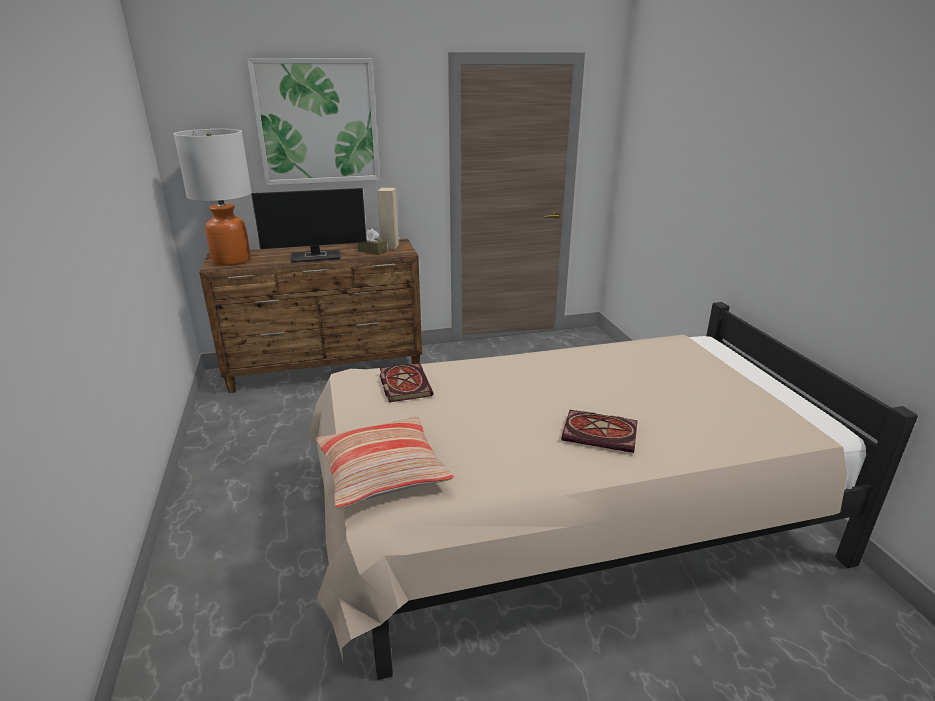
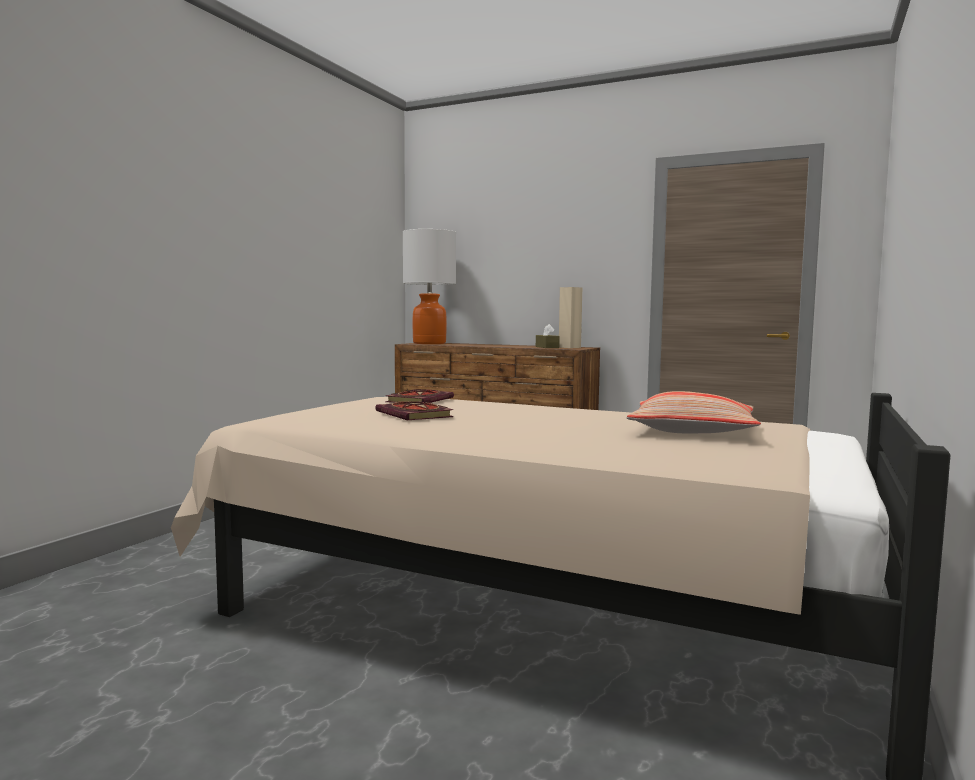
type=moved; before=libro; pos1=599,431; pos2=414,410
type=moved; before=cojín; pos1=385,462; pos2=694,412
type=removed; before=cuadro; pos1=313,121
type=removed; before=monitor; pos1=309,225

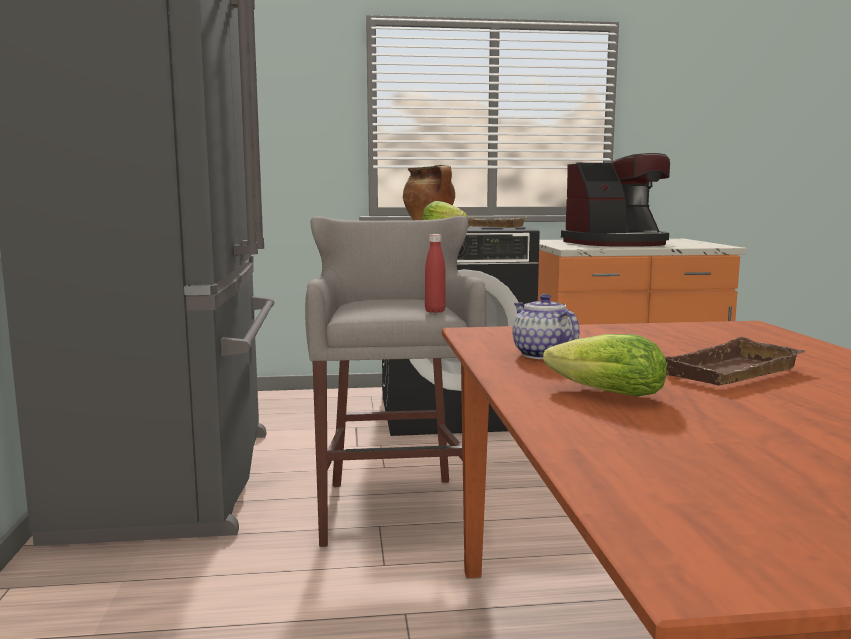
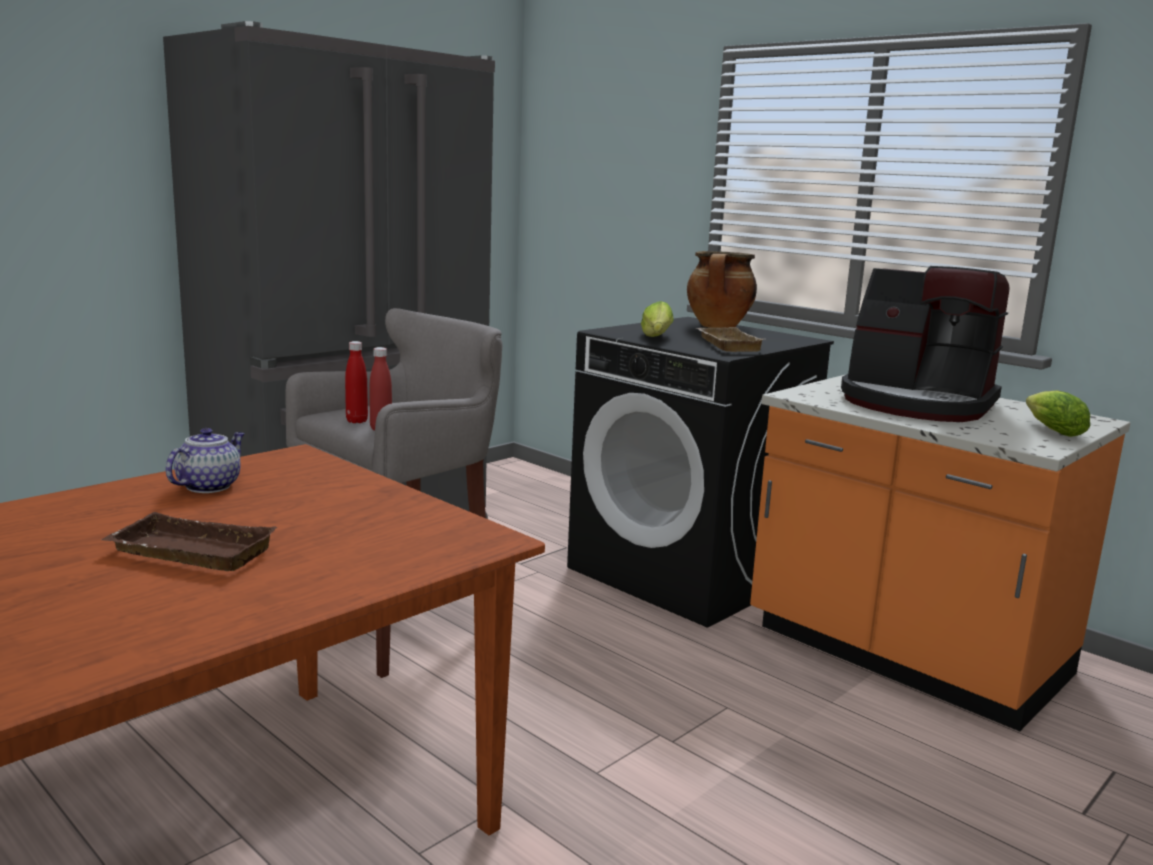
type=added; after=botella [rojo]; pos2=356,382
type=moved; before=lechuga; pos1=605,365; pos2=1058,413

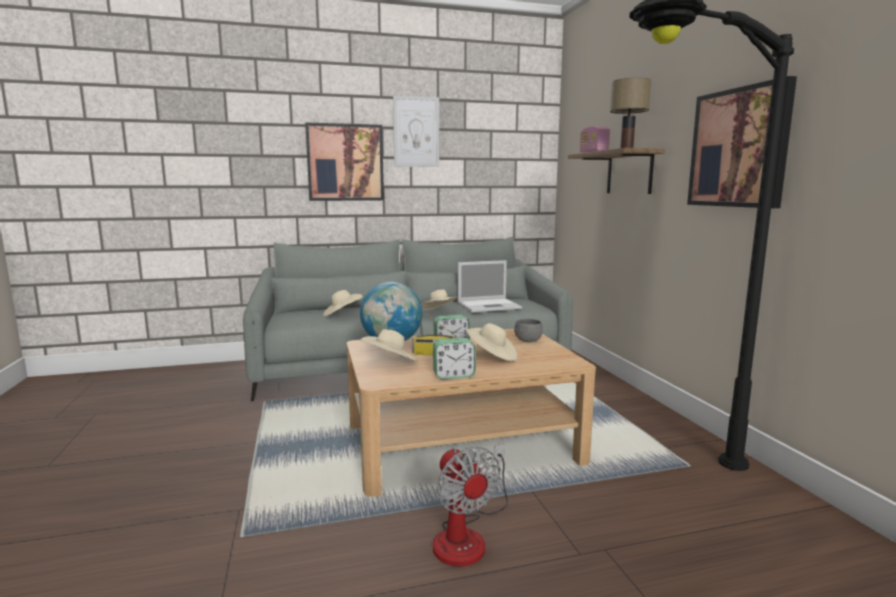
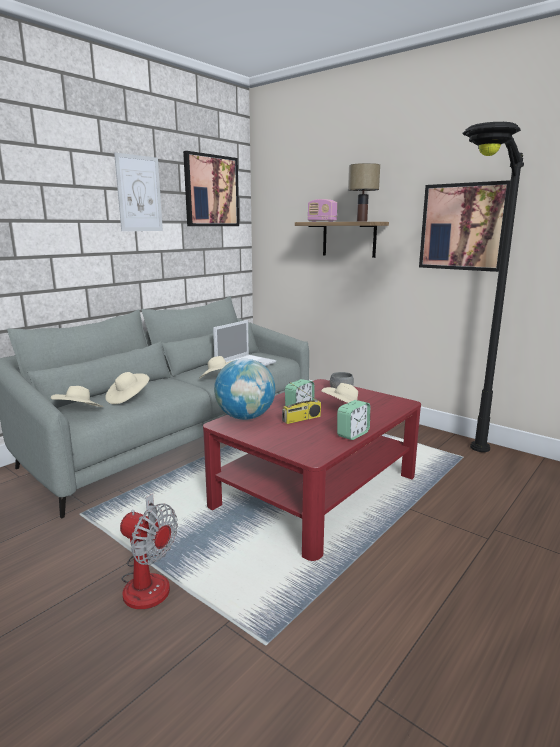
type=moved; before=sombrero [beis]; pos1=389,345; pos2=77,396
type=moved; before=ventilador; pos1=470,505; pos2=149,551
type=moved; before=cuadro; pos1=344,161; pos2=211,188
type=recoloured; before=mesa de centro [beis]; after=mesa de centro [rojo]; pos1=471,413; pos2=312,470

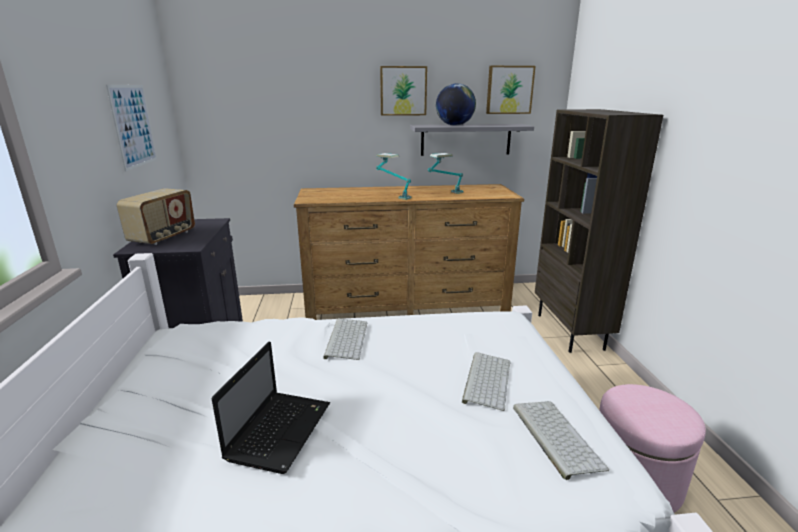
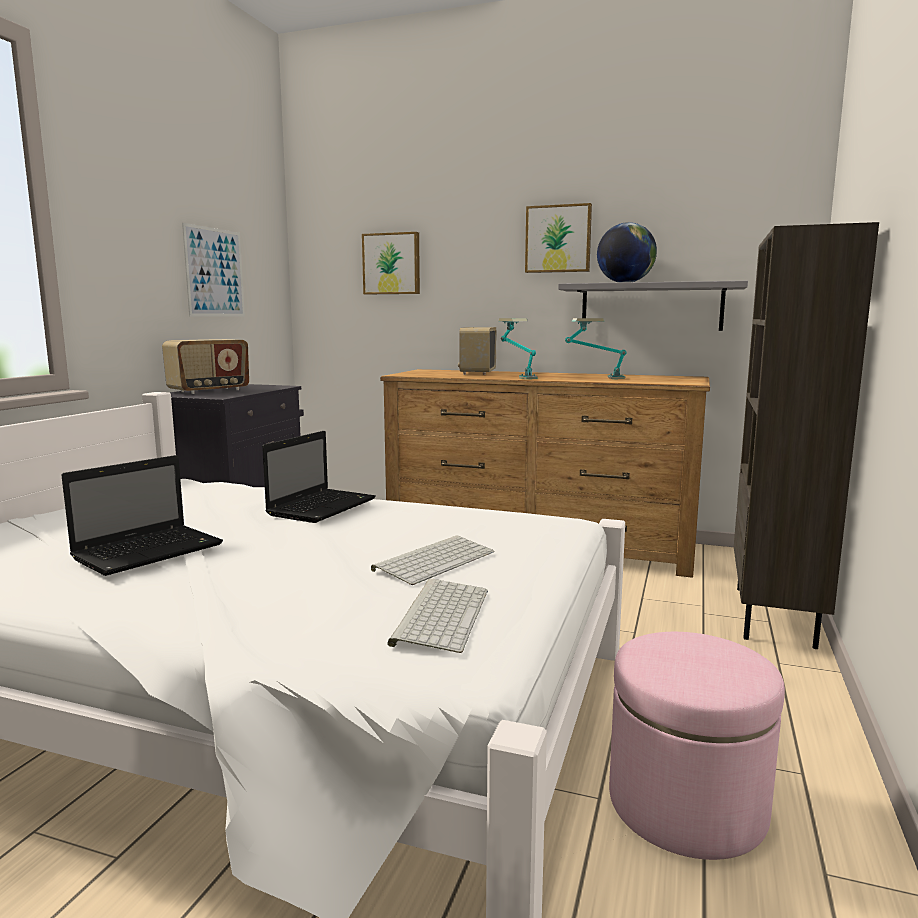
type=replaced; before=teclado; after=portátil; pos1=345,339; pos2=319,477
type=moved; before=cuadro; pos1=511,90; pos2=391,263
type=added; after=radio; pos2=477,351

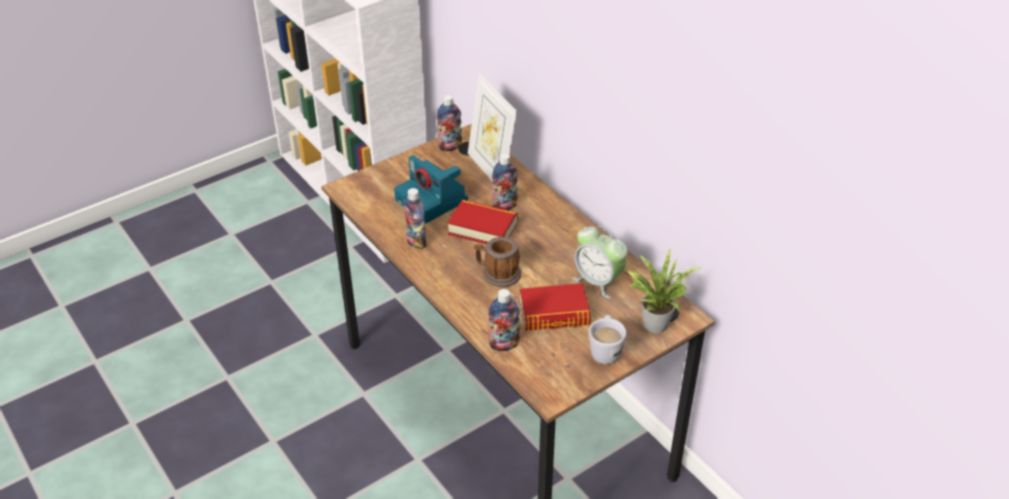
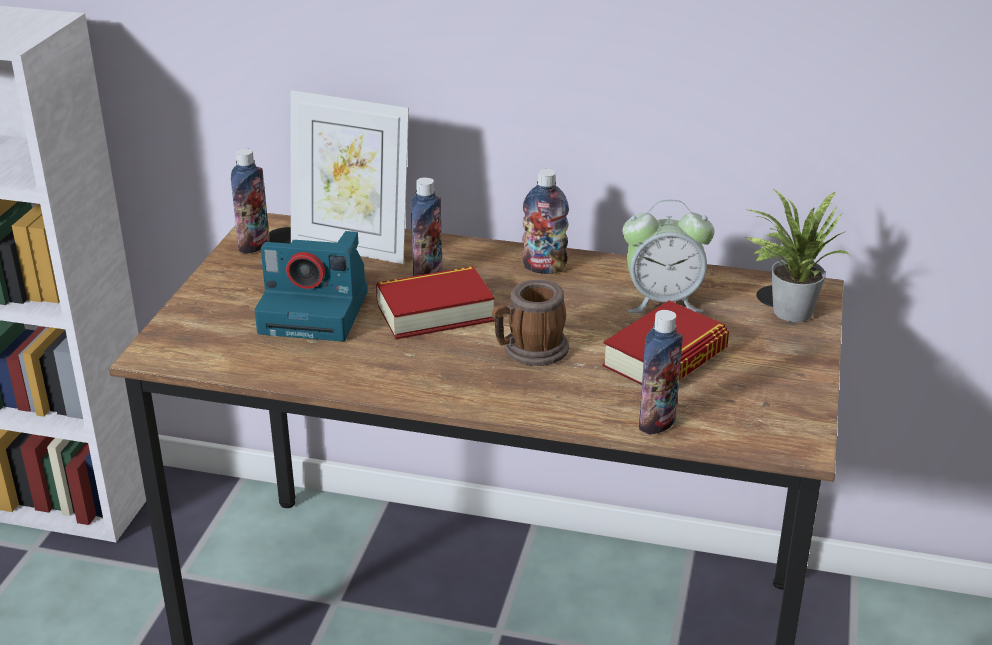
type=moved; before=botella; pos1=415,219; pos2=545,221
type=removed; before=taza grande [blanco]; pos1=608,339

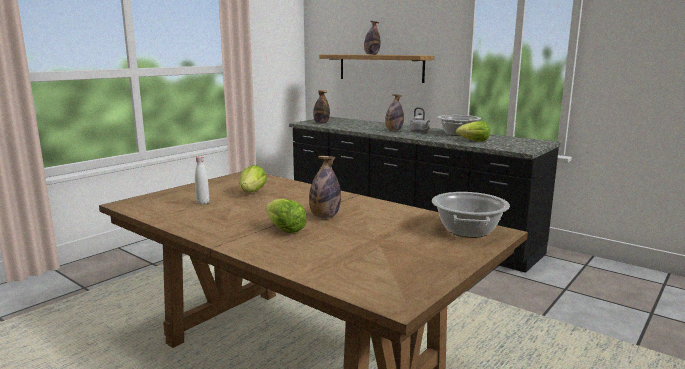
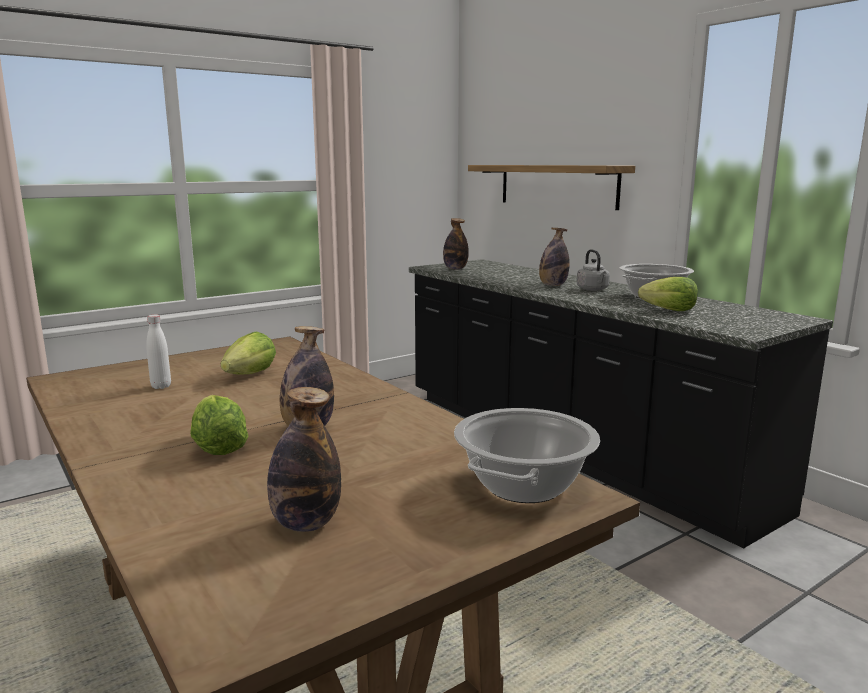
type=moved; before=botella; pos1=372,38; pos2=304,459

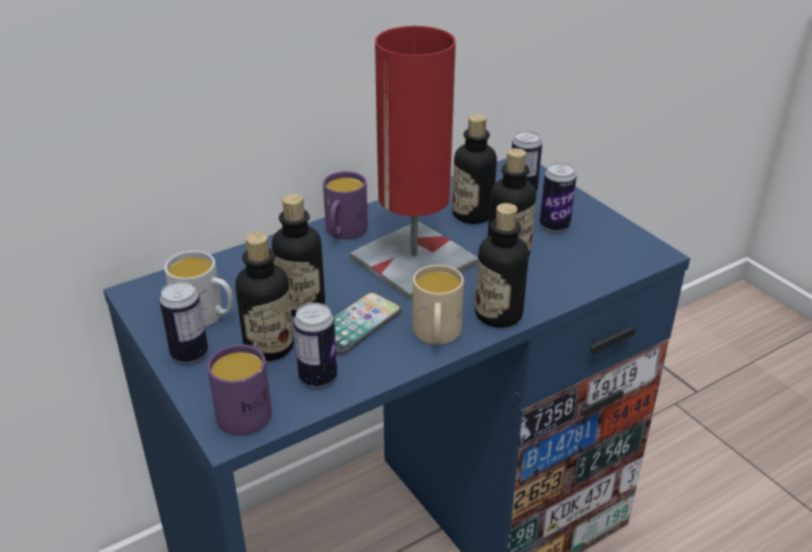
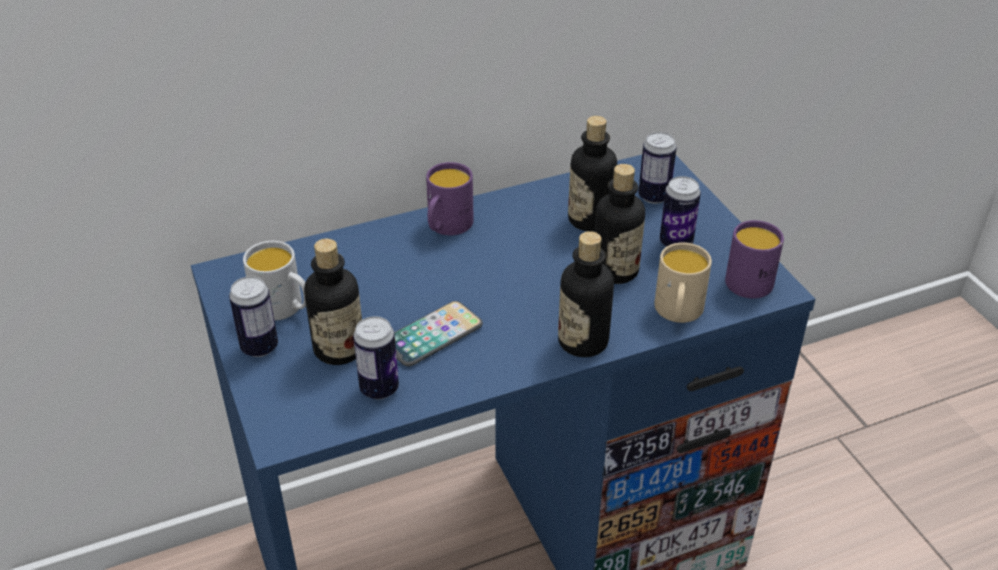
type=moved; before=taza grande [beis]; pos1=438,304; pos2=683,283
type=moved; before=taza grande [morado]; pos1=239,389; pos2=754,259
type=removed; before=botella; pos1=298,255
type=removed; before=lámpara de mesa [rojo]; pos1=414,163

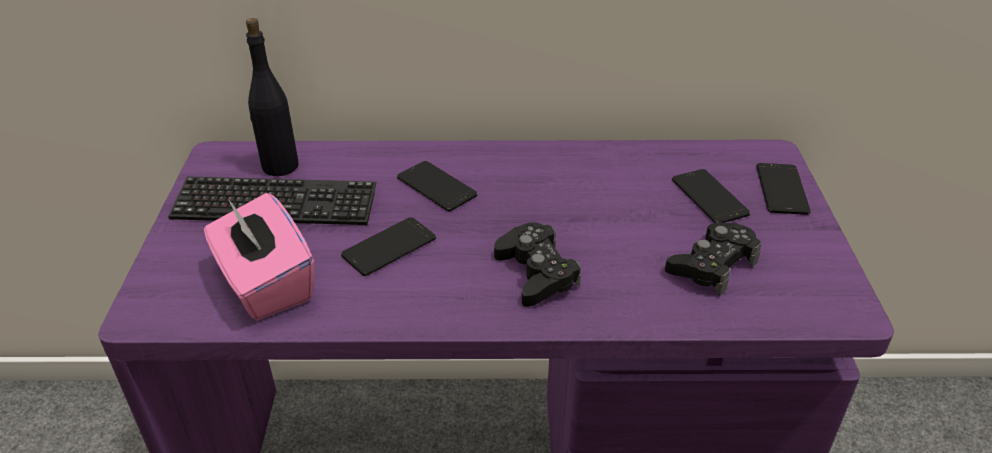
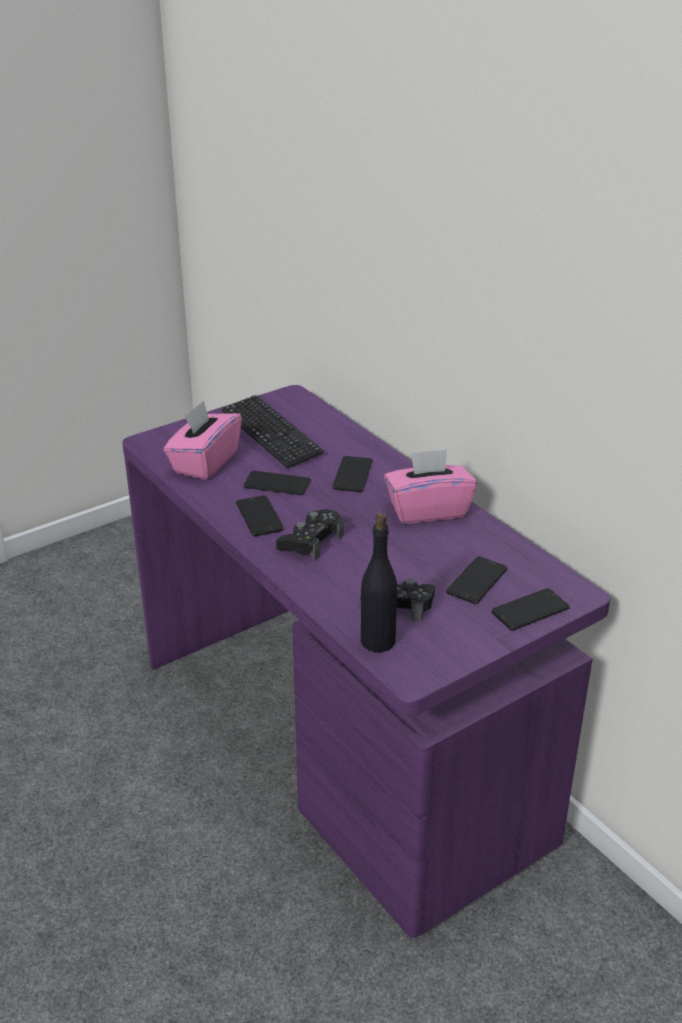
type=added; after=móvil; pos2=260,515
type=moved; before=botella [negro]; pos1=272,97; pos2=379,582
type=added; after=caja de pañuelos [rosa]; pos2=430,486

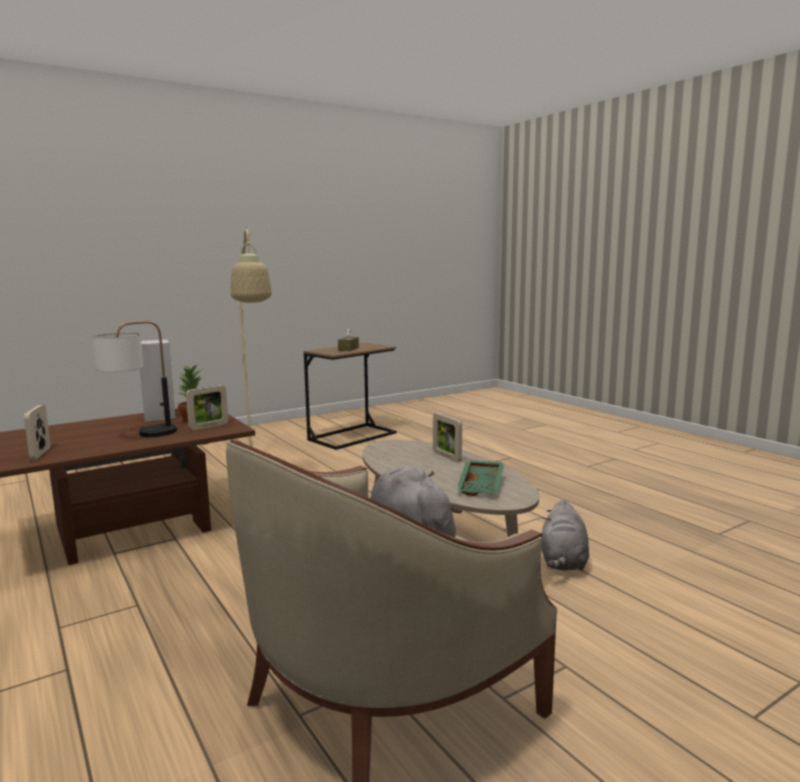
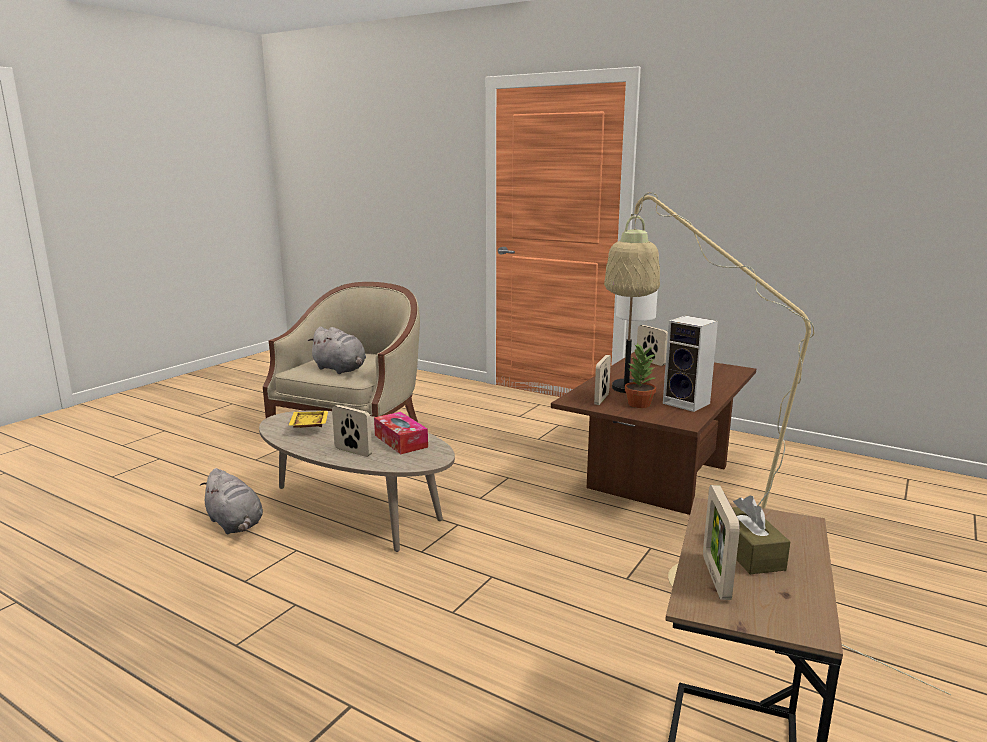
type=turned; before=peluche [gris]; pos1=565,534; pos2=231,501; turn=150
type=recoloured; before=bandeja [verde]; after=bandeja [amarillo]; pos1=480,478; pos2=308,419
type=added; after=caja de pañuelos; pos2=401,433
type=added; after=portarretratos; pos2=721,542

